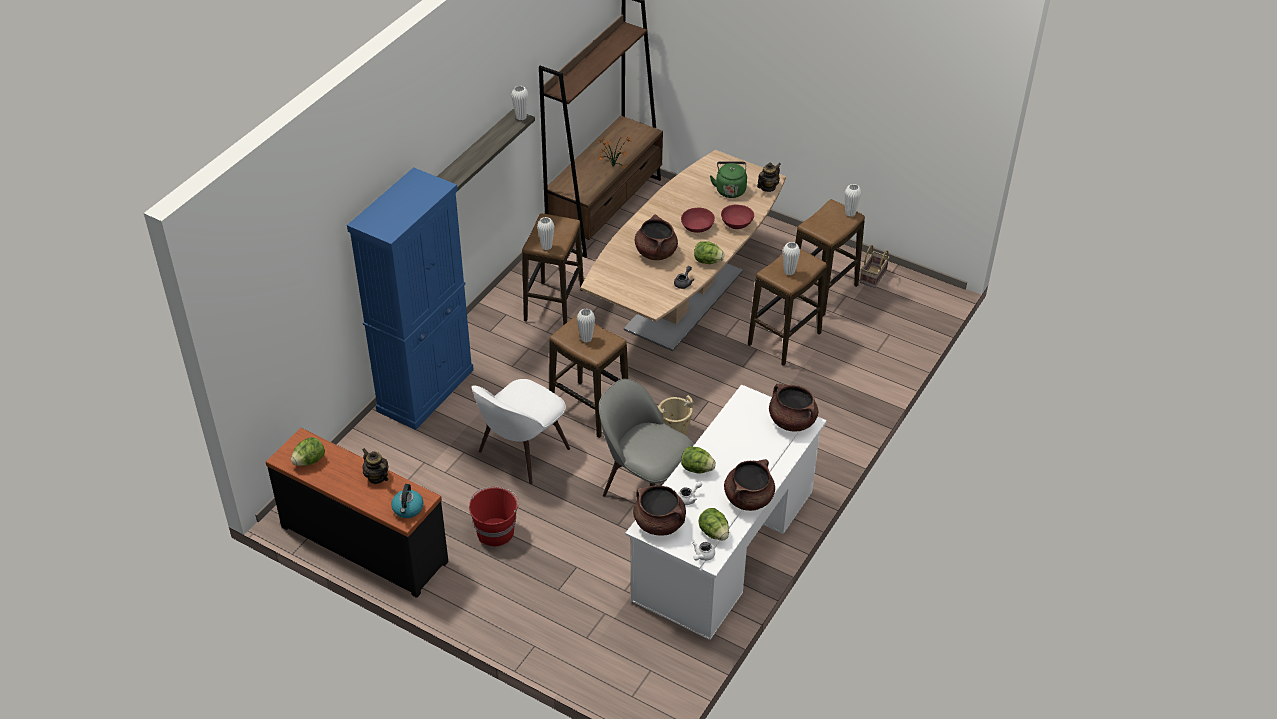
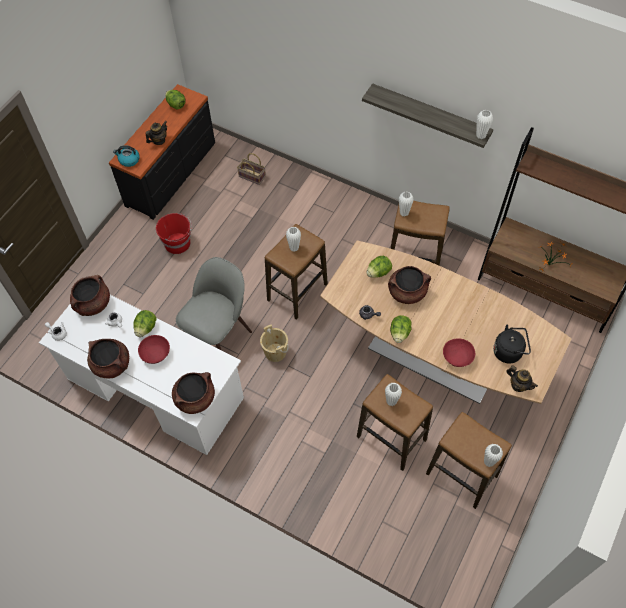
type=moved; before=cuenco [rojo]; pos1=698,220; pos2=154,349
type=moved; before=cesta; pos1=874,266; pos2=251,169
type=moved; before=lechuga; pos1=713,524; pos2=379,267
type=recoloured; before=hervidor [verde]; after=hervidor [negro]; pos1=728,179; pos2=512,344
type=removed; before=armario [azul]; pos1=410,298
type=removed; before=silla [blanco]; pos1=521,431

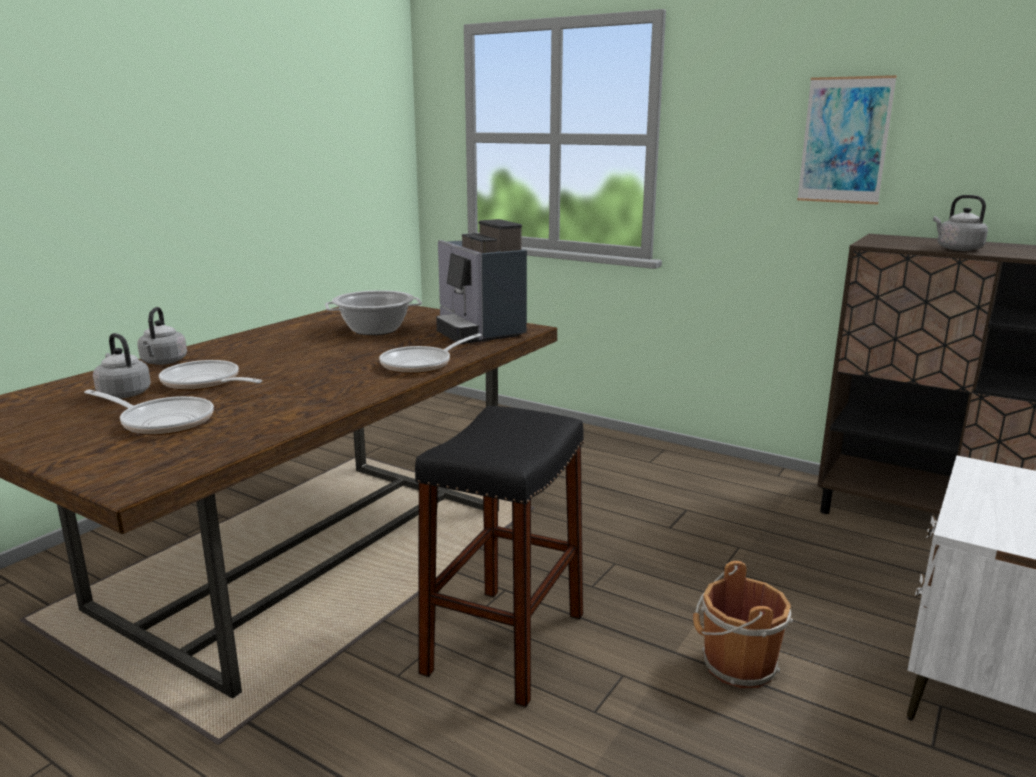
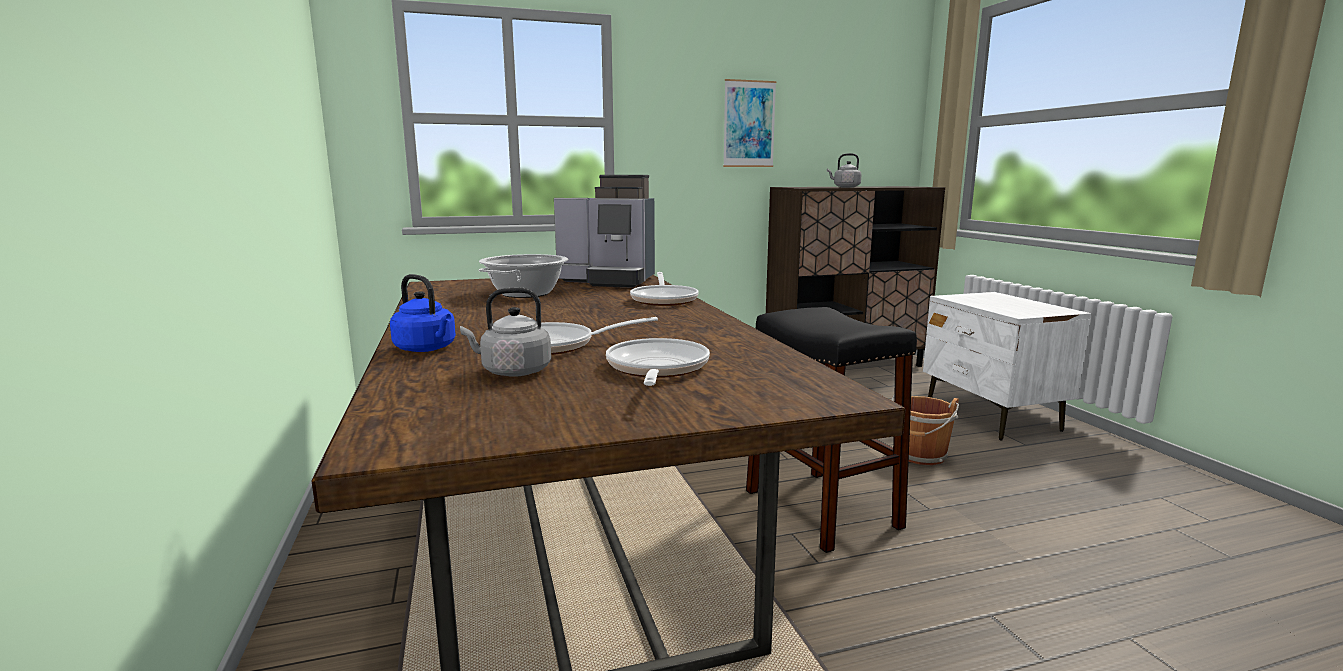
type=recoloured; before=hervidor [gris]; after=hervidor [azul]; pos1=162,336; pos2=423,313
type=turned; before=sartén; pos1=149,412; pos2=658,362; turn=-60

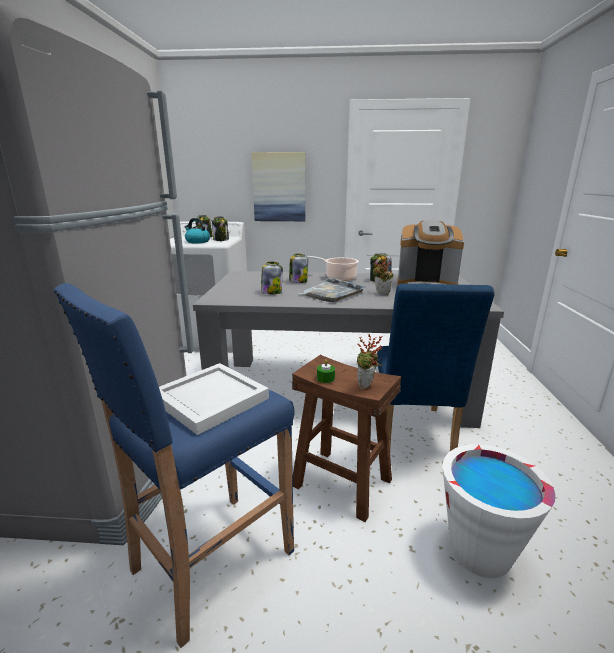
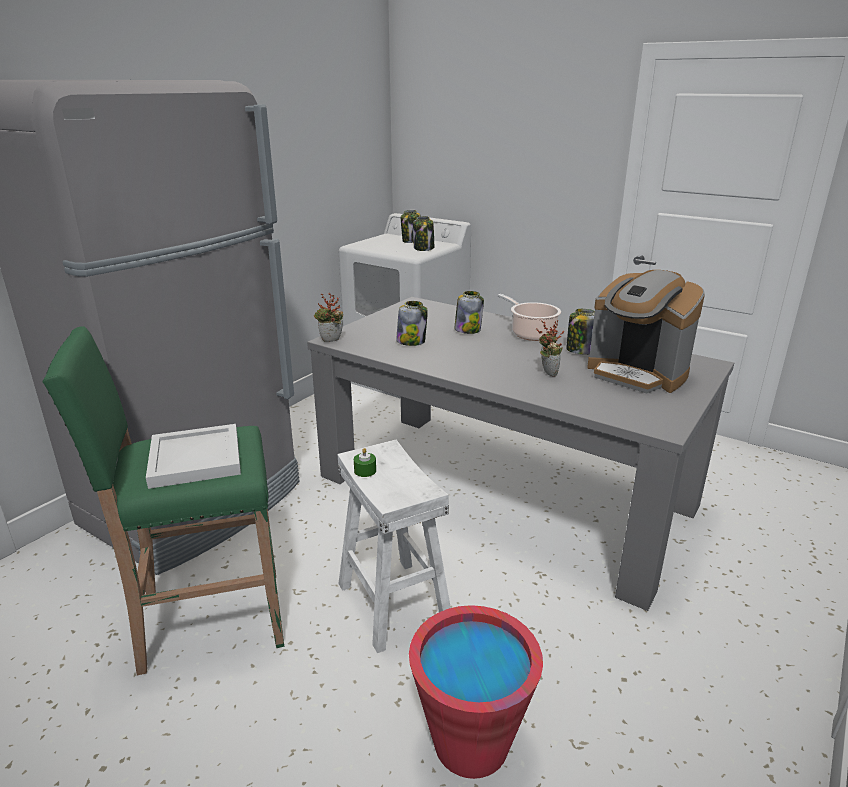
type=recoloured; before=taburete [azul]; after=taburete [verde]; pos1=174,465; pos2=163,500
type=moved; before=planta en maceta; pos1=369,361; pos2=328,317
type=recoloured; before=taburete [marrón]; after=taburete [blanco]; pos1=346,438; pos2=394,546
type=recoloured; before=cubo [blanco]; after=cubo [rojo]; pos1=498,511; pos2=476,692
type=removed; before=hervidor; pos1=197,230
type=removed; before=cuadro; pos1=279,186
type=removed; before=bandeja [gris]; pos1=332,290
type=removed; before=silla [azul]; pos1=435,367

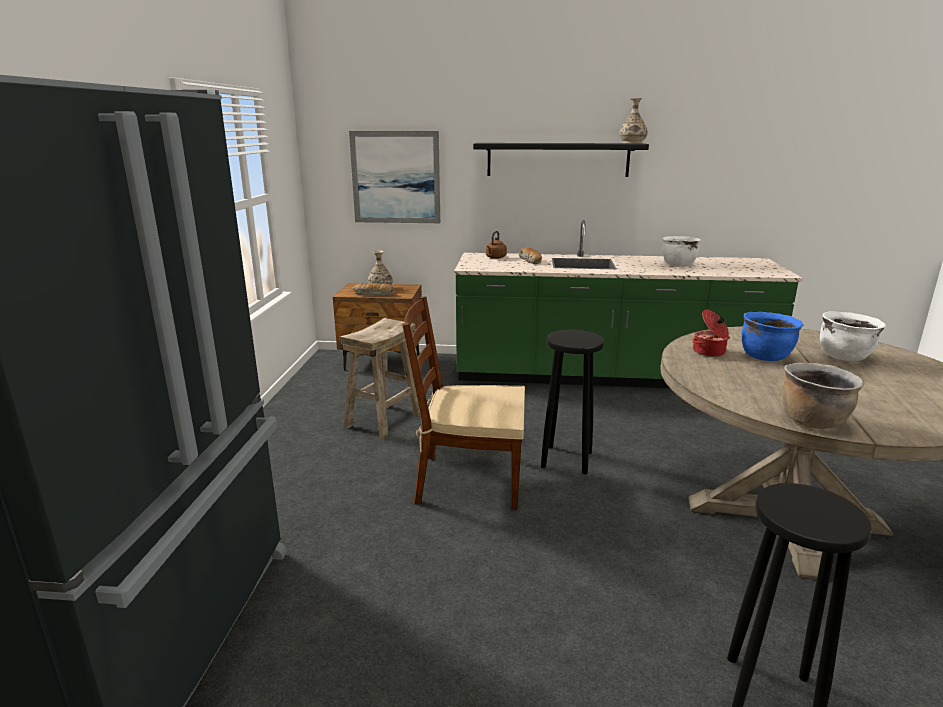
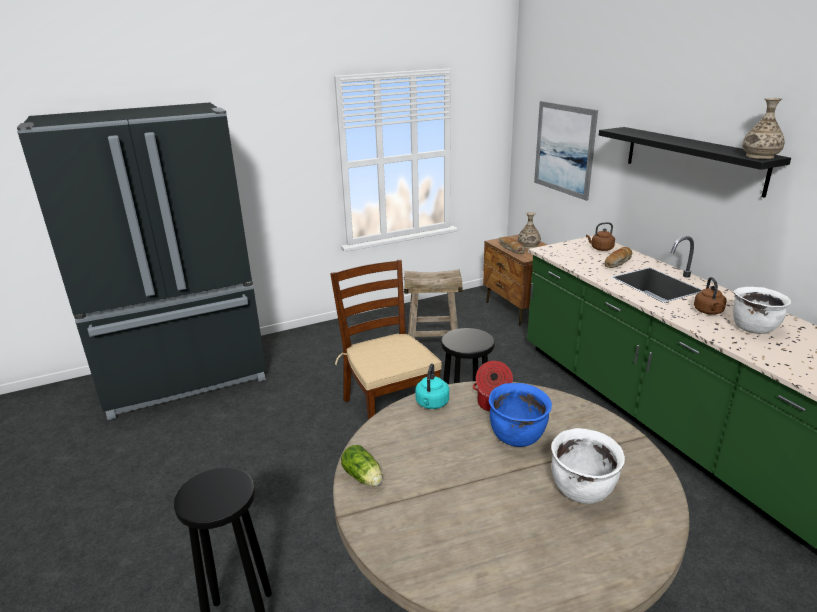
type=replaced; before=olla [marrón]; after=lechuga; pos1=823,396; pos2=361,465
type=added; after=hervidor [turquesa]; pos2=432,386
type=added; after=hervidor [marrón]; pos2=710,296

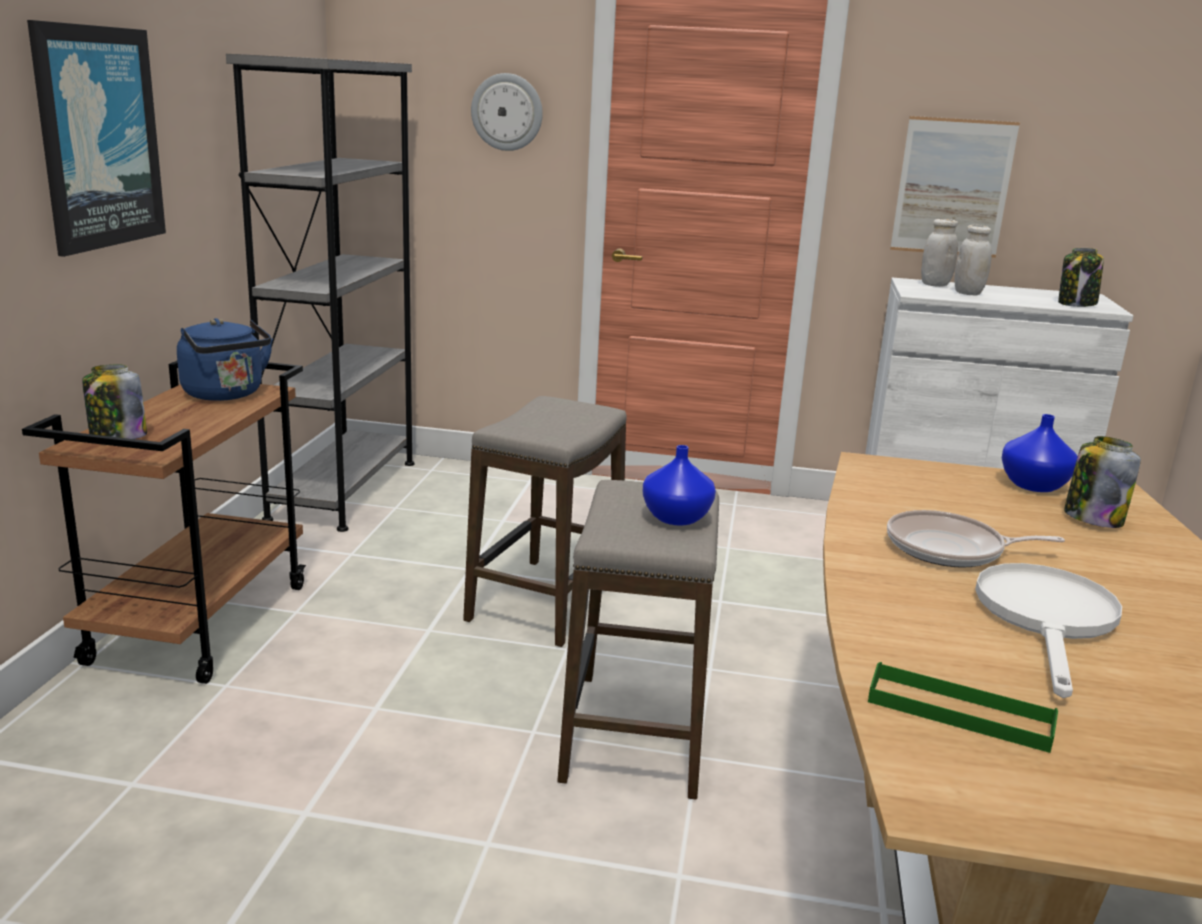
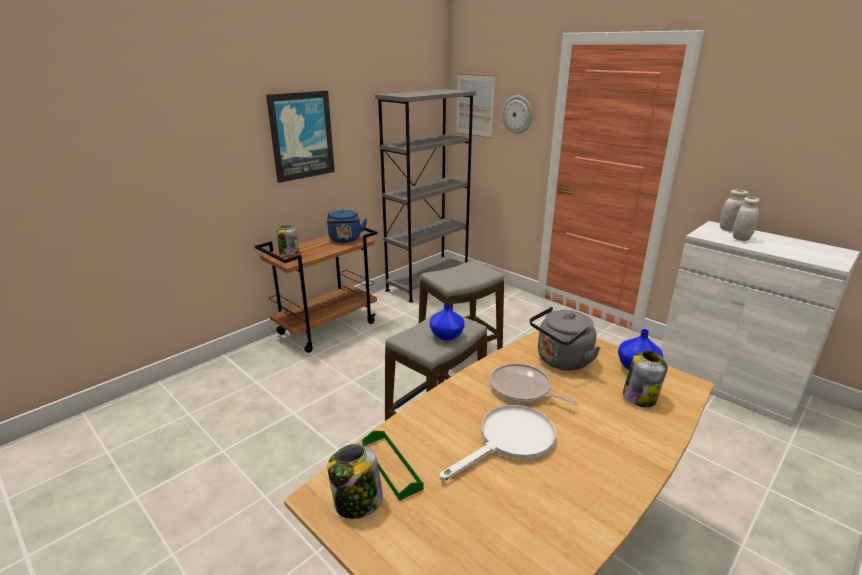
type=moved; before=tarro; pos1=1081,277; pos2=355,481
type=moved; before=cuadro; pos1=955,187; pos2=475,105
type=added; after=hervidor [gris]; pos2=565,339

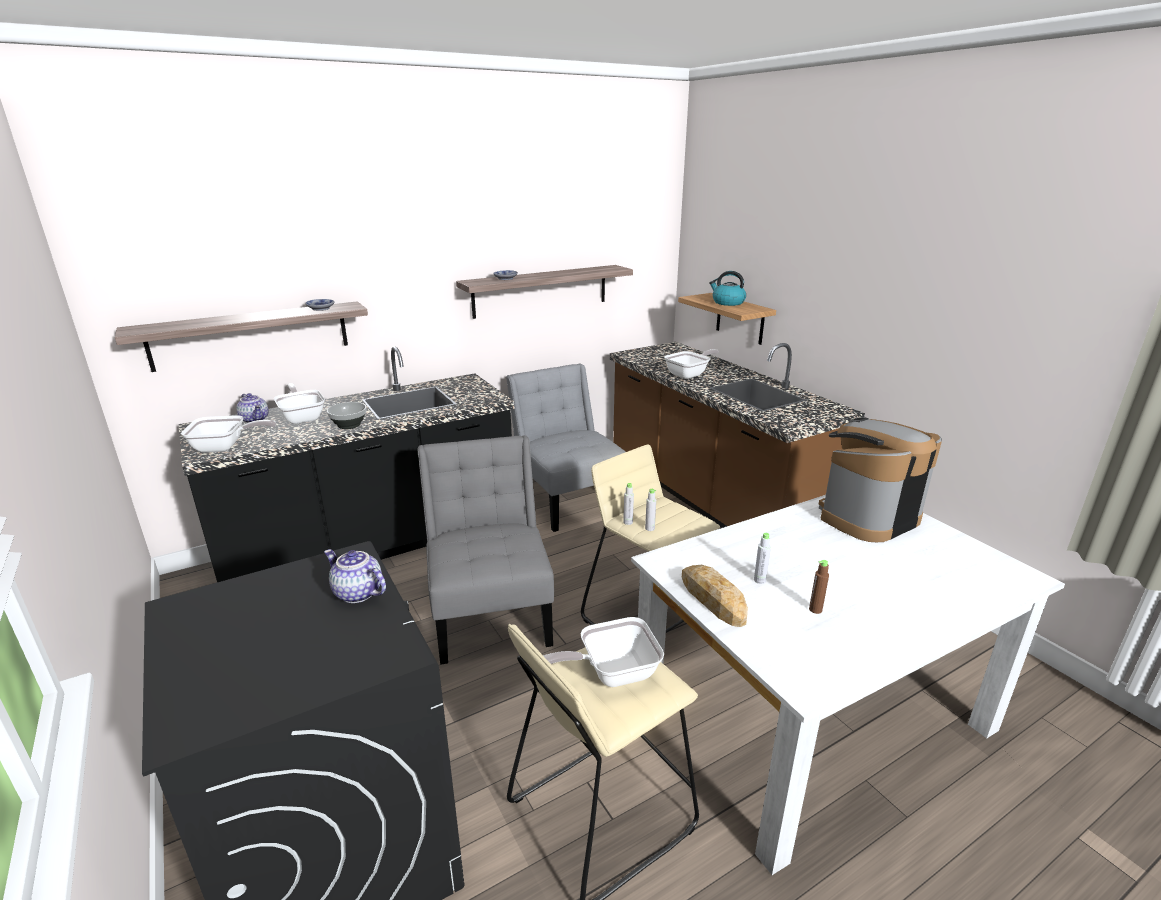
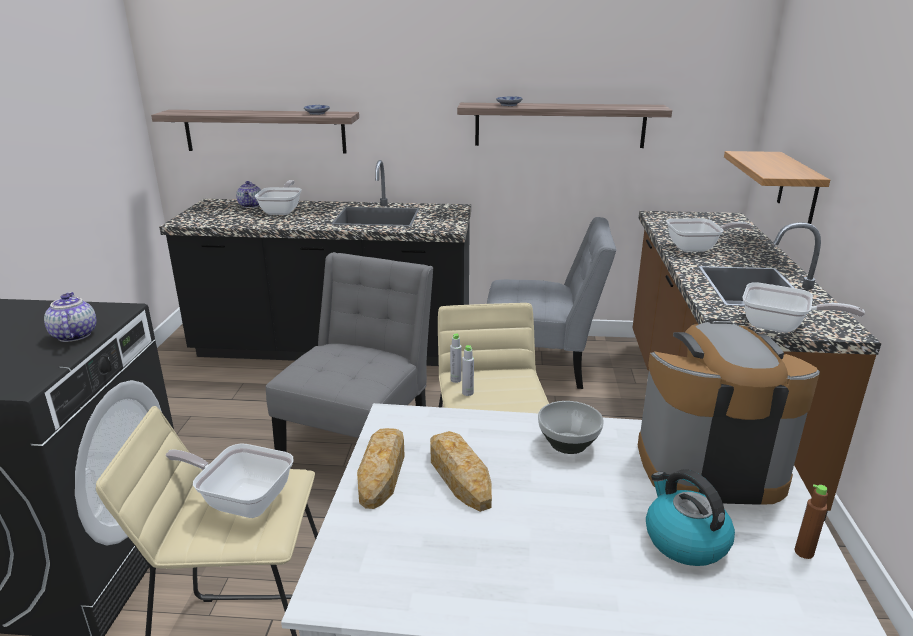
type=replaced; before=botella [gris]; after=pan; pos1=762,558; pos2=461,471
type=turned; before=silla [gris]; pos1=566,447; pos2=552,303; turn=90
type=moved; before=cuenco; pos1=347,415; pos2=571,427
type=moved; before=hervidor; pos1=727,288; pos2=690,517
type=moved; before=sartén; pos1=228,434; pos2=804,307
type=moved; before=botella [marrón]; pos1=819,587; pos2=811,521

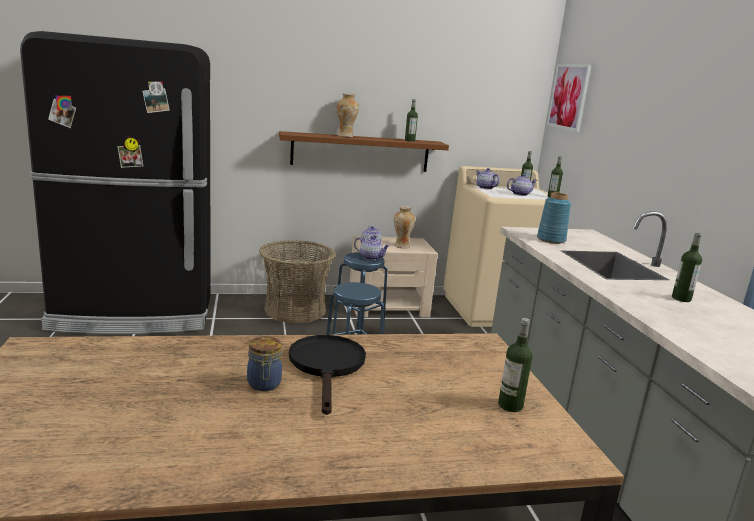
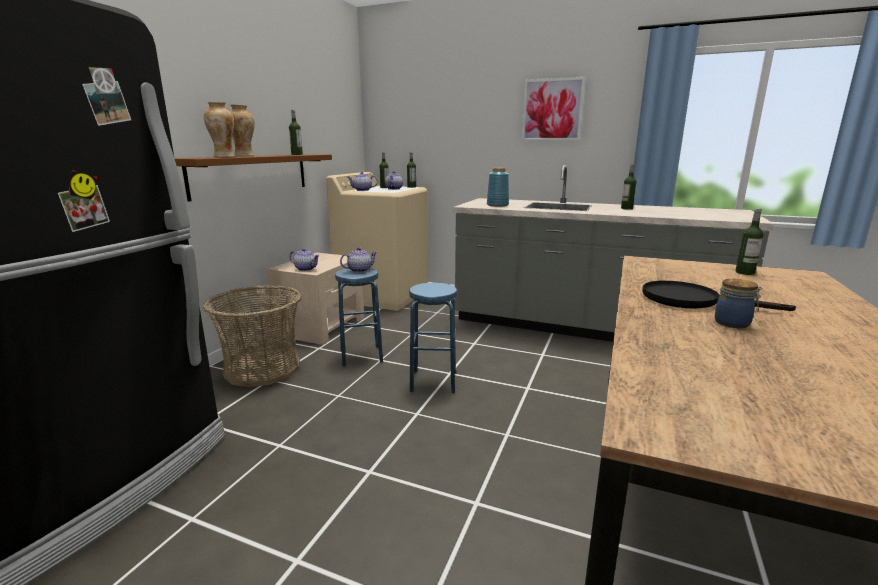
type=moved; before=florero; pos1=404,227; pos2=219,129
type=moved; before=cuadro; pos1=569,98; pos2=554,109

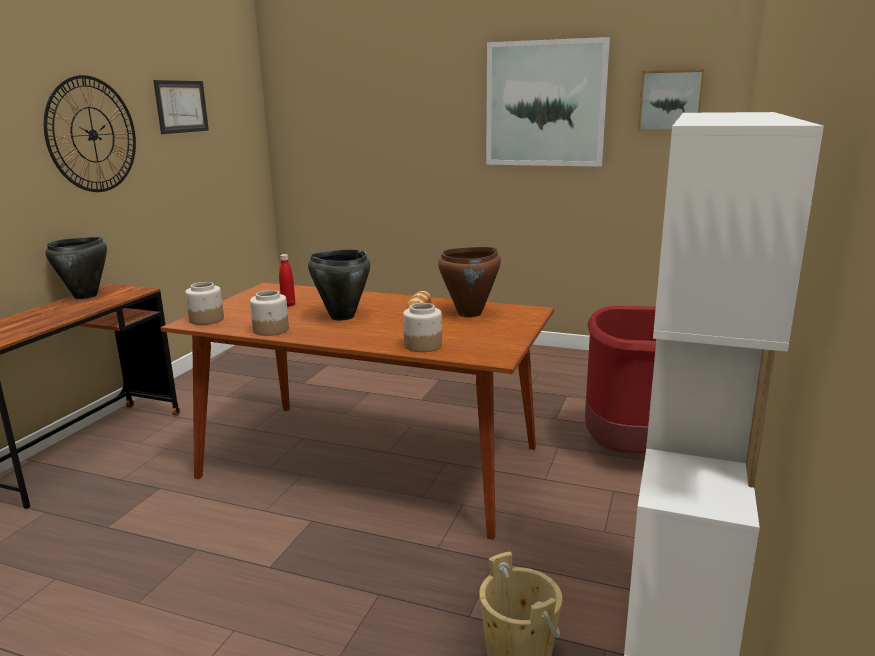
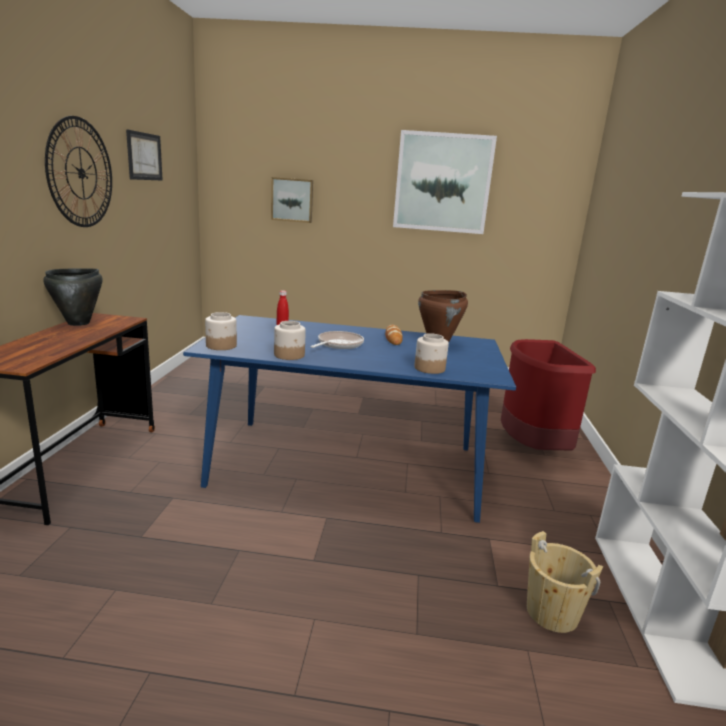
type=recoloured; before=mesa de comedor [marrón]; after=mesa de comedor [azul]; pos1=357,411; pos2=349,419
type=moved; before=cuadro; pos1=671,100; pos2=292,200
type=replaced; before=olla [negro]; after=sartén; pos1=339,285; pos2=337,340

